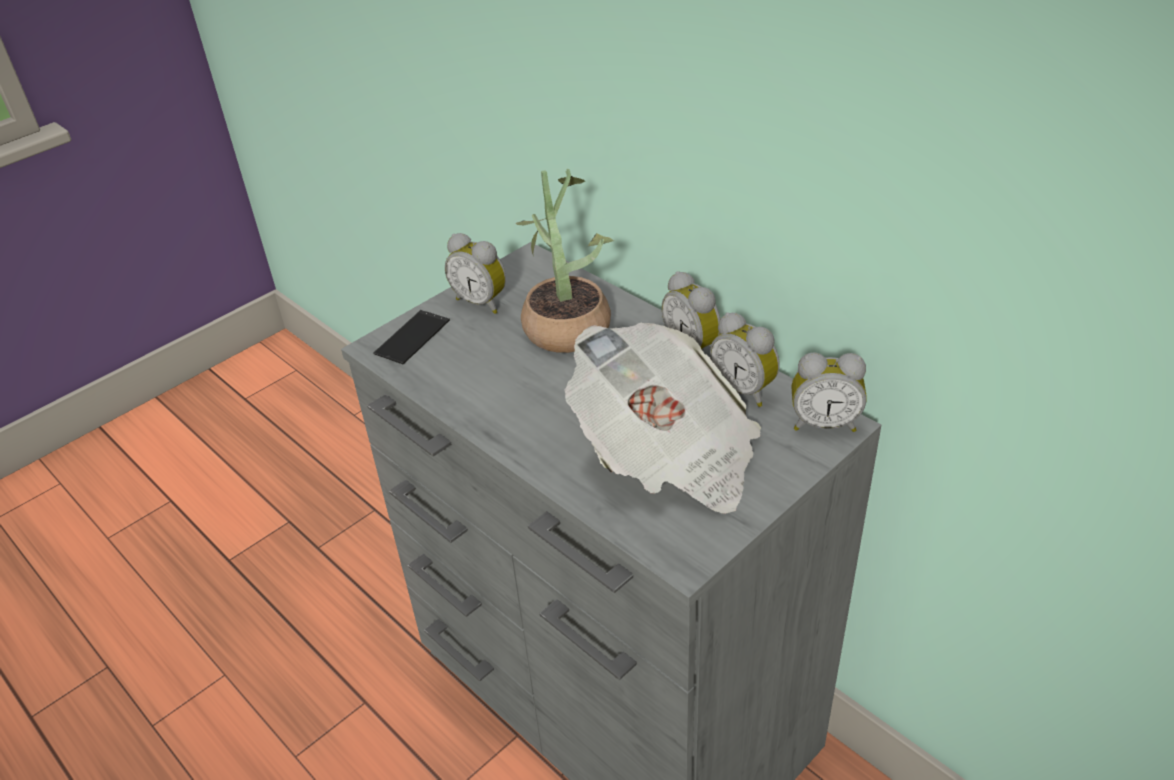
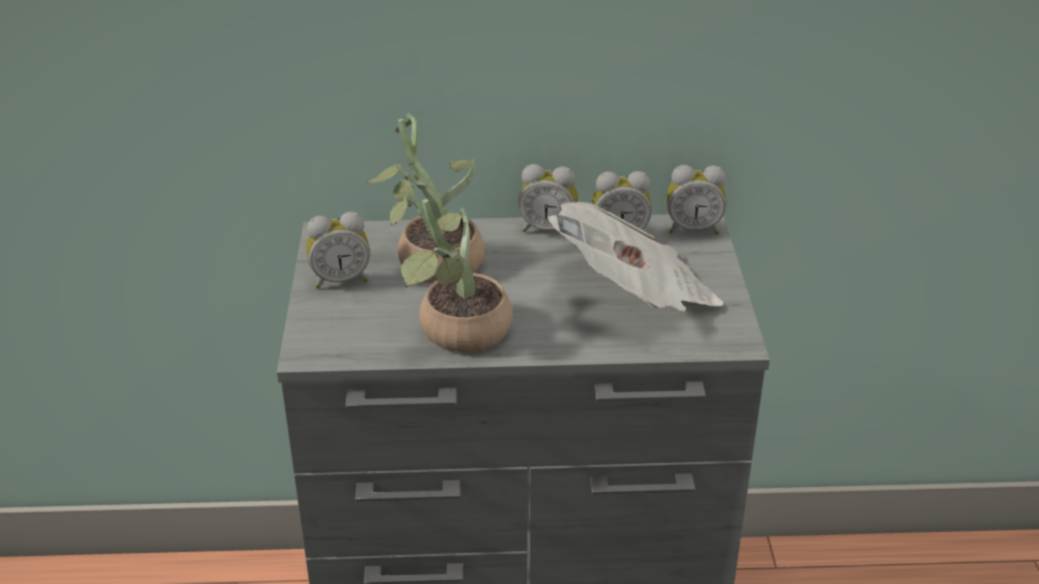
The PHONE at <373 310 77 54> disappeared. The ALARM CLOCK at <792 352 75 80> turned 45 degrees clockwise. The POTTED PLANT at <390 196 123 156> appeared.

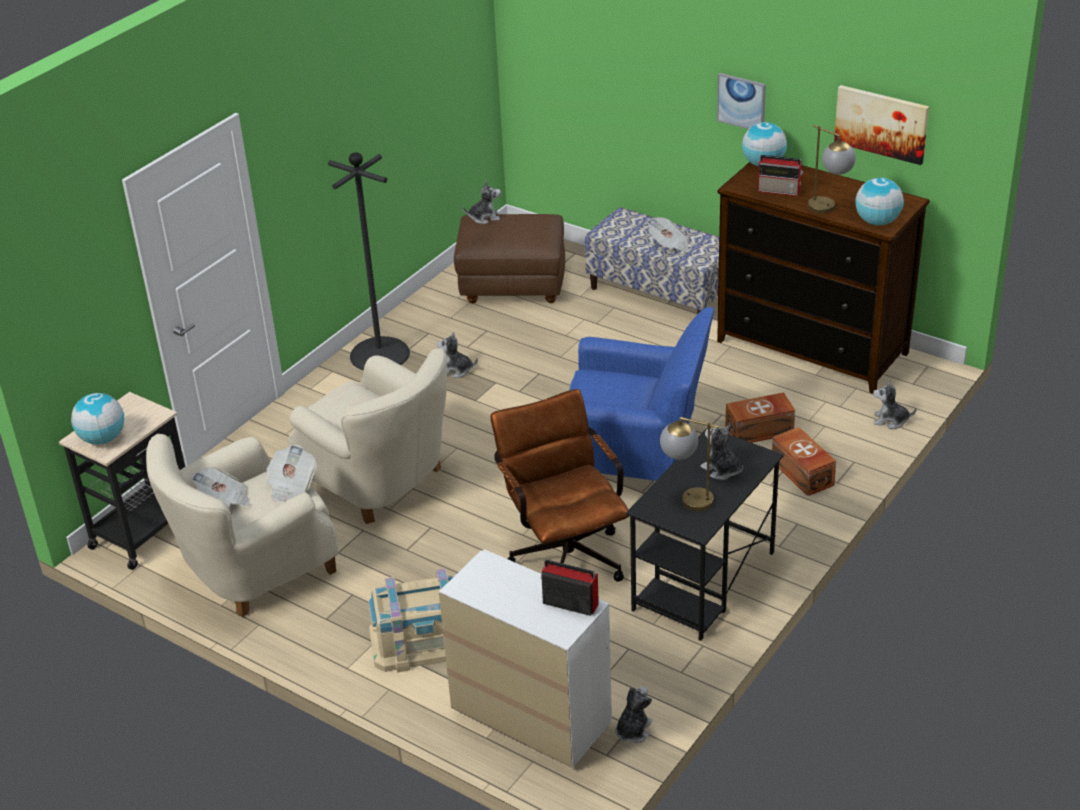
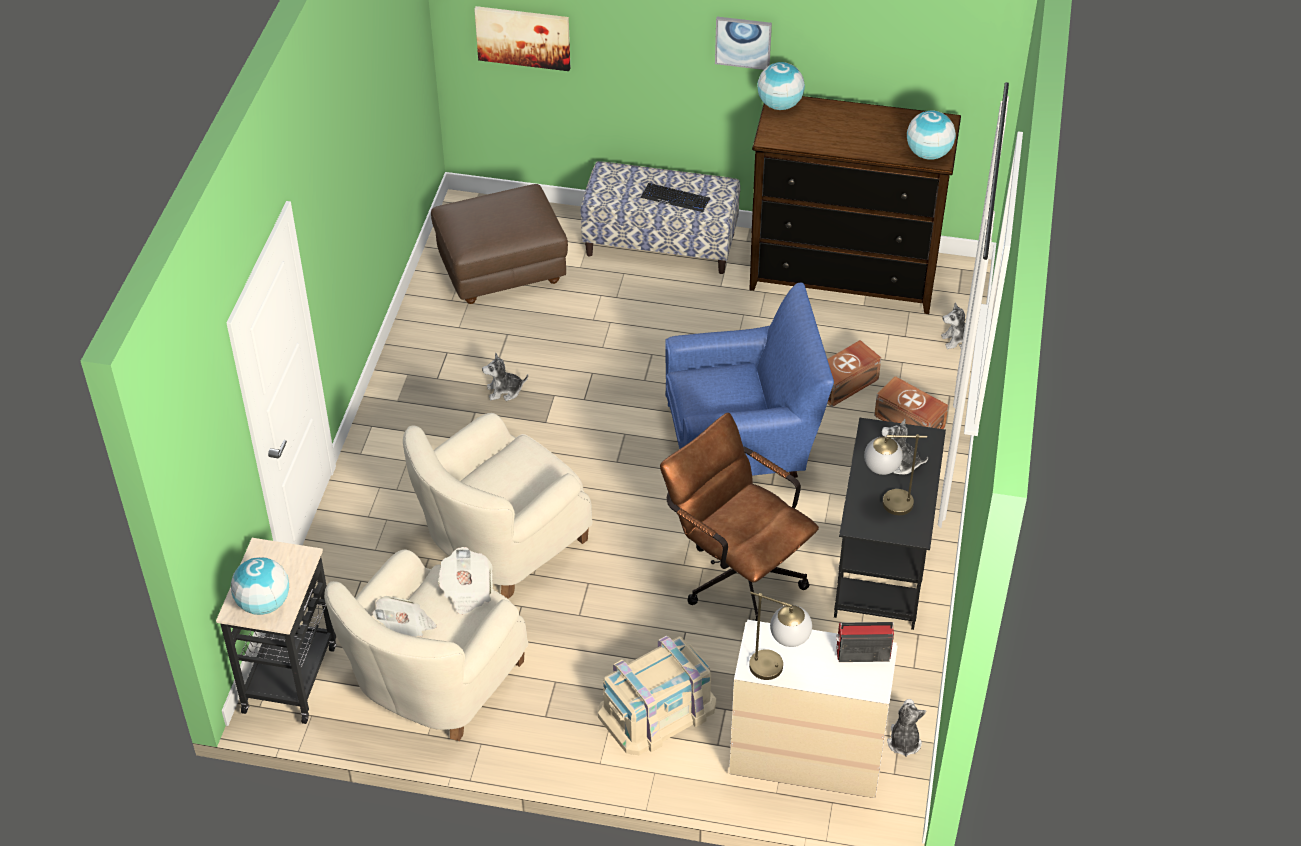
The BEIGE ARMCHAIR at <288 348 159 176> turned 120 degrees clockwise. The BLACK CLOTHES RACK at <328 152 82 218> disappeared. The PLUSH TOY at <463 181 38 43> disappeared. The NEWSPAPER at <647 217 42 36> was replaced by the KEYBOARD at <641 183 69 29>. The RADIO at <758 155 45 41> disappeared. The TABLE LAMP moved from <808 125 48 89> to <749 592 63 88>. The PICTURE moved from <834 85 95 80> to <474 6 96 65>.

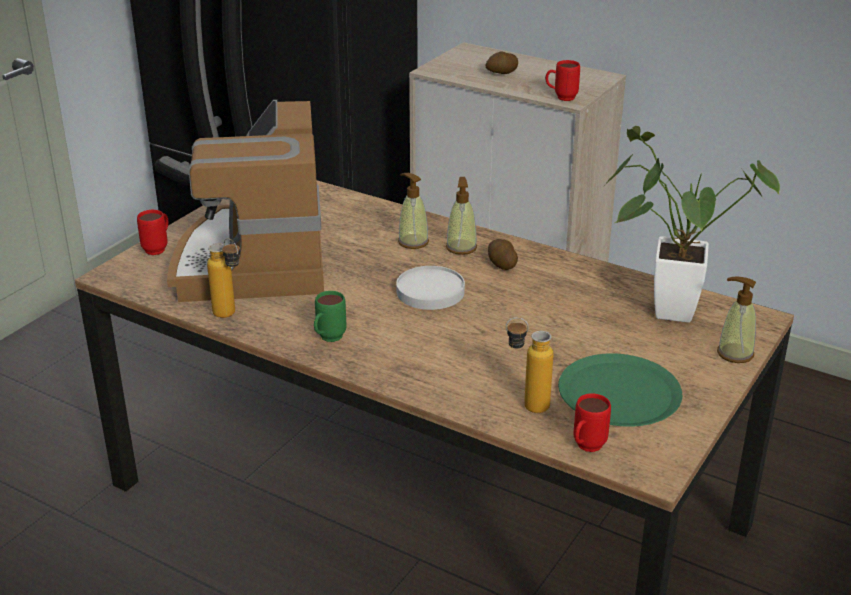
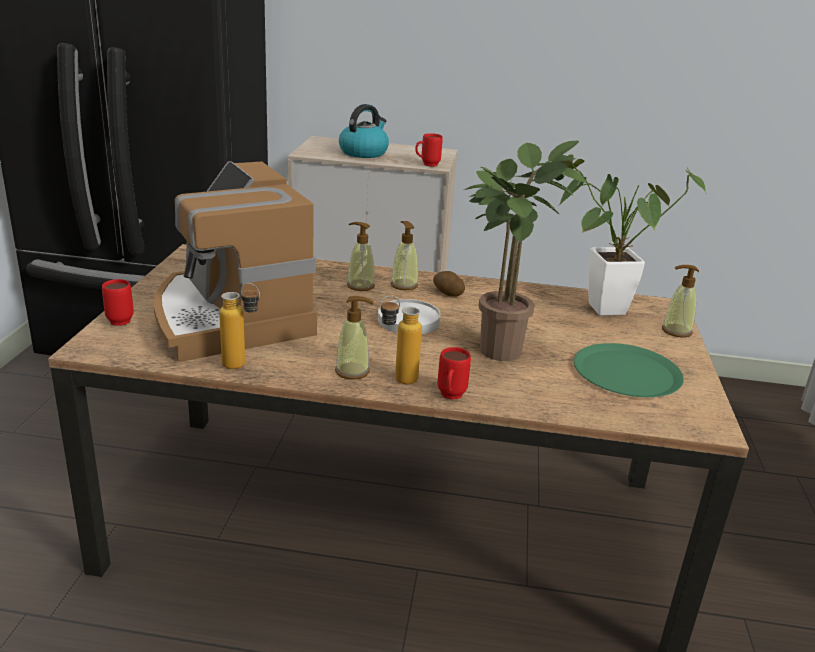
The GREEN MUG at <314 291 32 51> was replaced by the SOAP DISPENSER at <335 296 39 84>. The POTATO at <485 52 33 22> was replaced by the KETTLE at <339 104 50 54>. The BOTTLE moved from <506 317 48 96> to <380 295 42 89>. The RED MUG moved from <574 393 37 59> to <438 347 33 52>. The POTTED PLANT at <464 141 123 220> appeared.

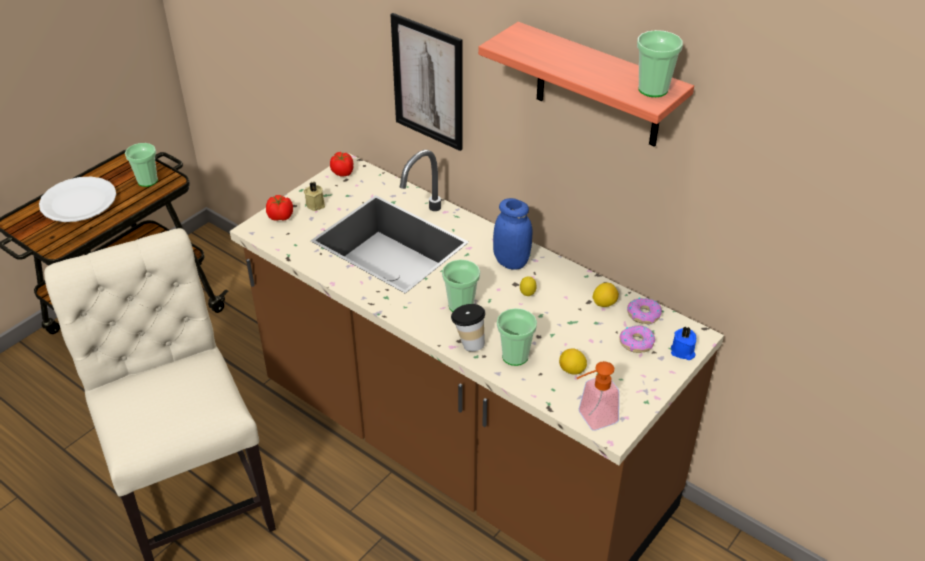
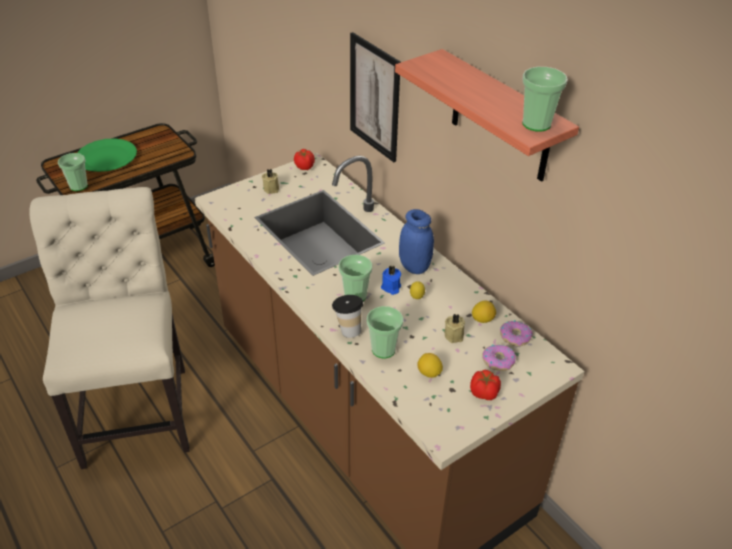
The WHITE PLATE at <39 177 77 45> became the GREEN PLATE at <77 138 60 34>. The CUP moved from <125 143 33 44> to <58 153 30 38>. The TOMATO moved from <266 195 27 26> to <470 370 31 30>. The SOAP DISPENSER at <577 361 42 70> disappeared. The BLUE CANDLE moved from <671 326 25 34> to <381 265 20 30>. The BEIGE CANDLE at <444 314 21 29> appeared.

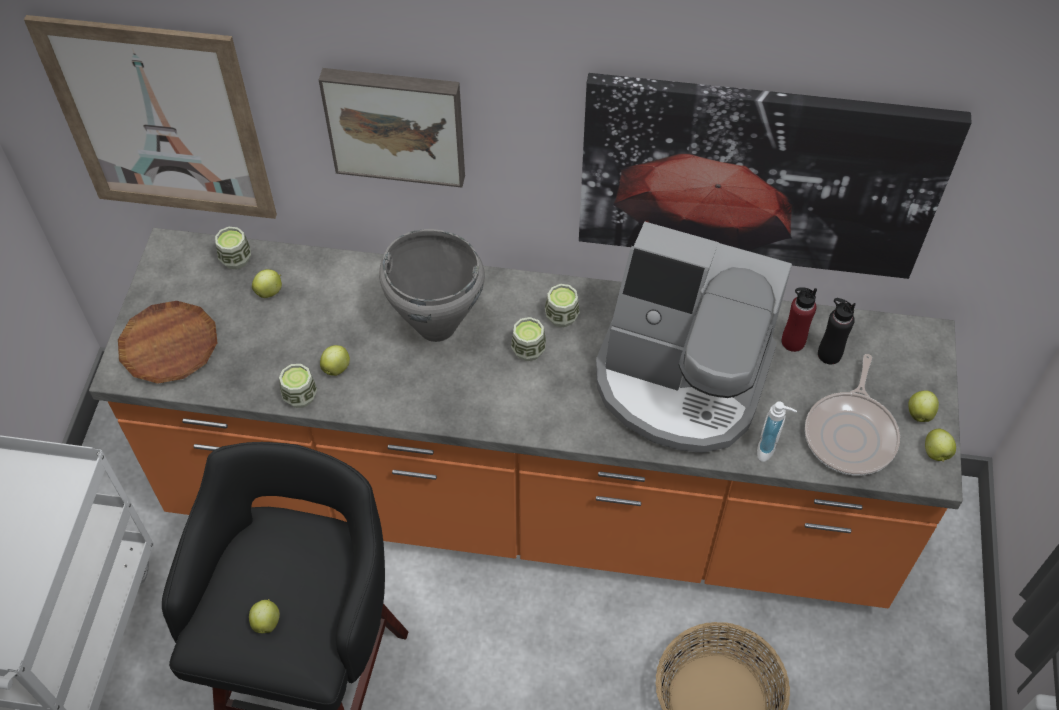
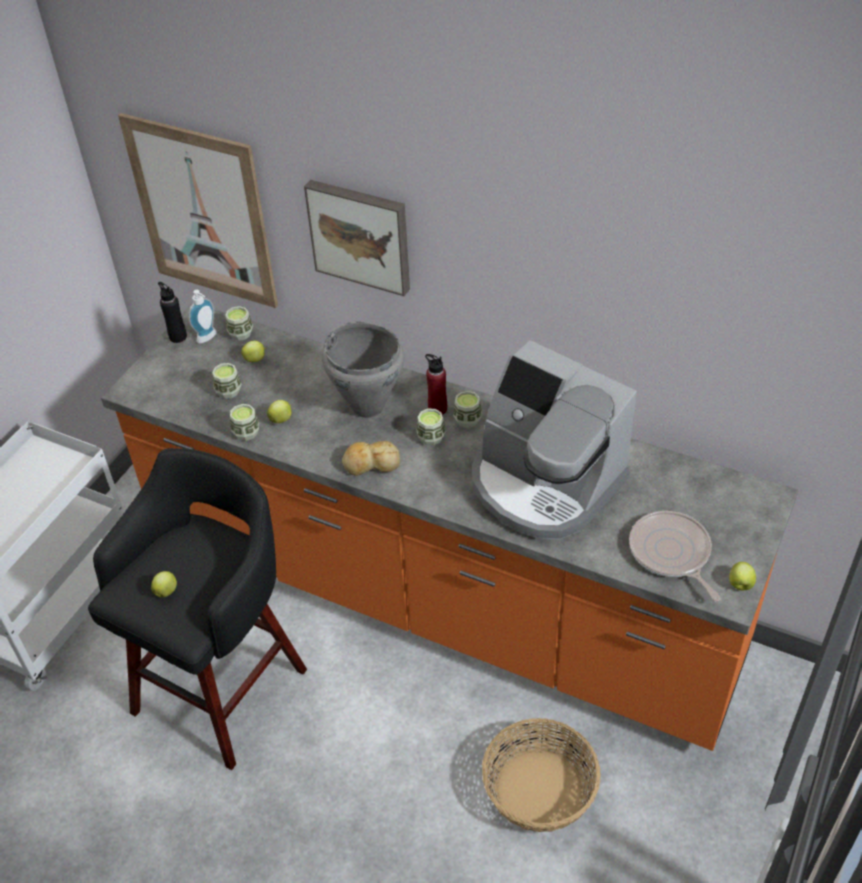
The BROWN PLATE at <118 301 99 83> disappeared. The PICTURE at <579 73 393 206> disappeared. The SOAP DISPENSER moved from <757 401 40 61> to <189 290 28 53>. The RED BOTTLE moved from <781 287 36 65> to <425 354 22 61>. The FRYING PAN at <805 354 95 121> turned 120 degrees clockwise. The BLACK BOTTLE moved from <818 298 38 66> to <158 282 29 61>. The APPLE at <908 390 31 32> disappeared. The CUP at <212 363 30 36> appeared. The BREAD at <342 441 58 35> appeared.

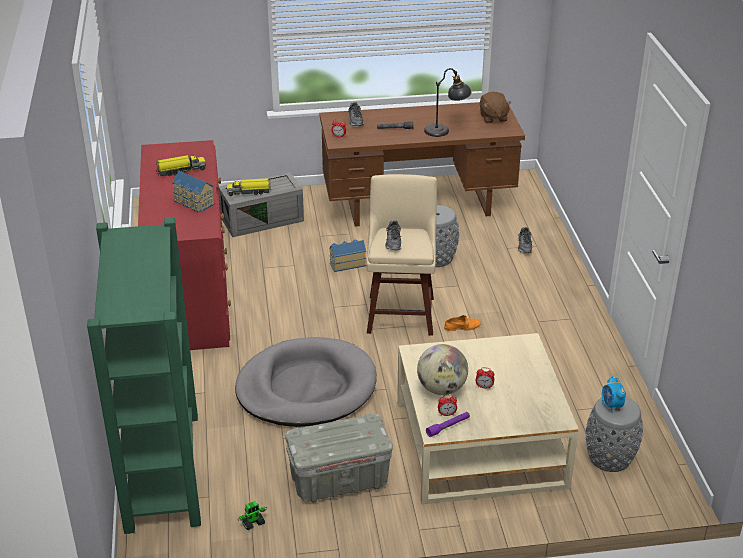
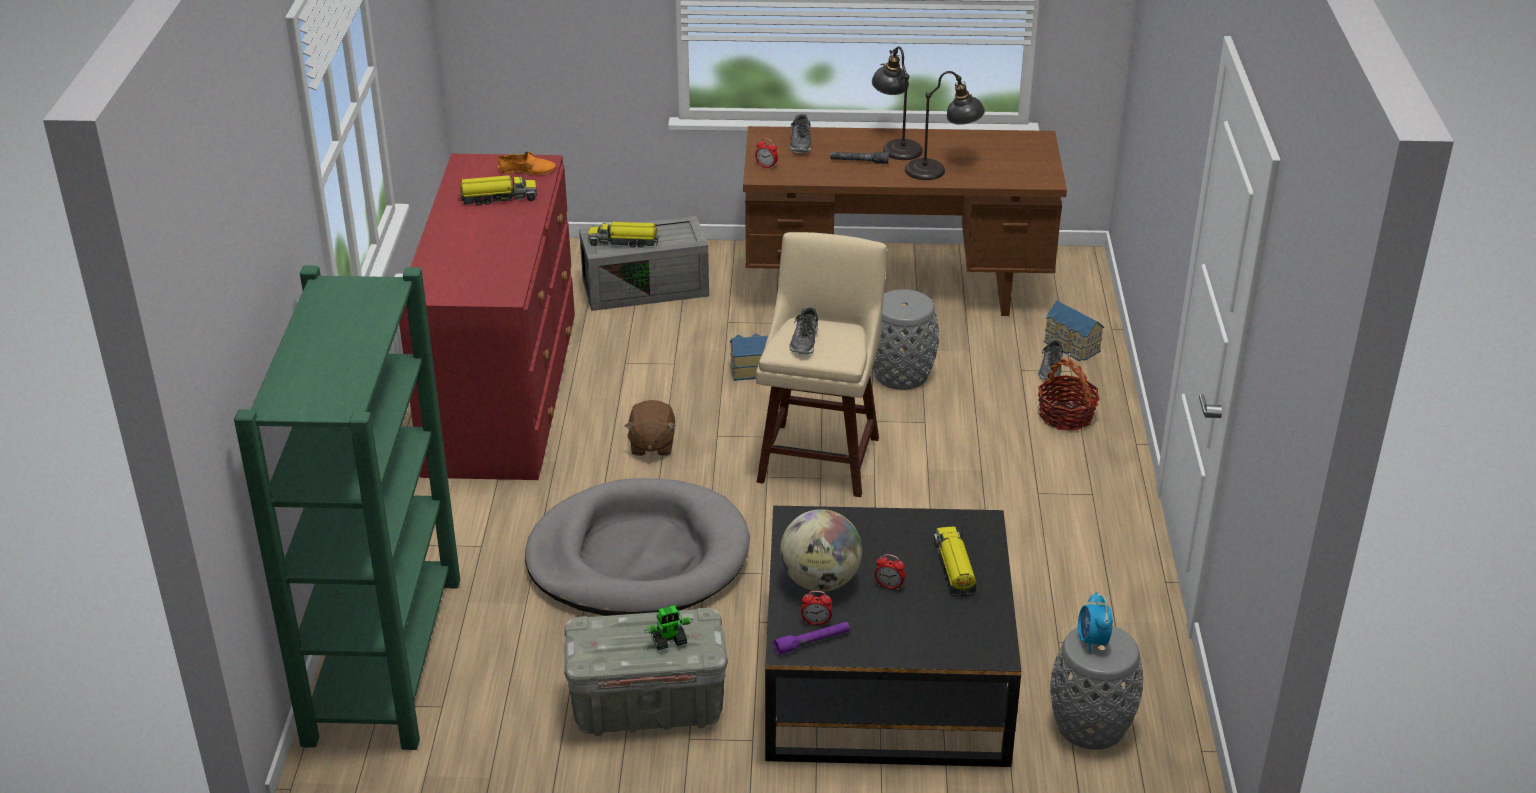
The TOY HOUSE moved from <172 171 43 41> to <1044 300 60 61>. The TOY ROBOT moved from <238 501 30 29> to <645 605 49 45>. The BEIGE COFFEE TABLE at <397 333 182 171> became the BLACK COFFEE TABLE at <765 506 256 261>. The ORANGE SHOE moved from <444 315 37 16> to <497 151 59 24>. The BROWN PLUSH TOY moved from <480 91 32 32> to <625 400 51 56>. The GREY TABLE LAMP at <872 46 51 114> appeared. The TOY TRUCK at <934 527 42 70> appeared. The BASKET at <1038 359 62 72> appeared.

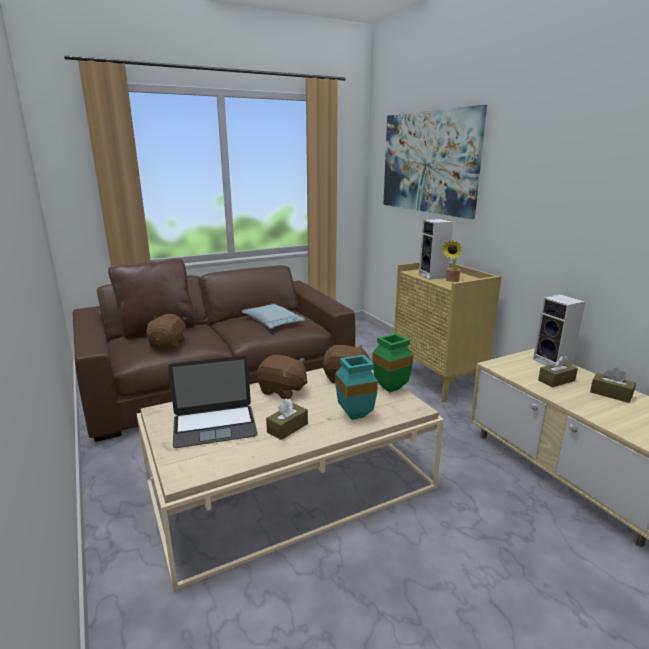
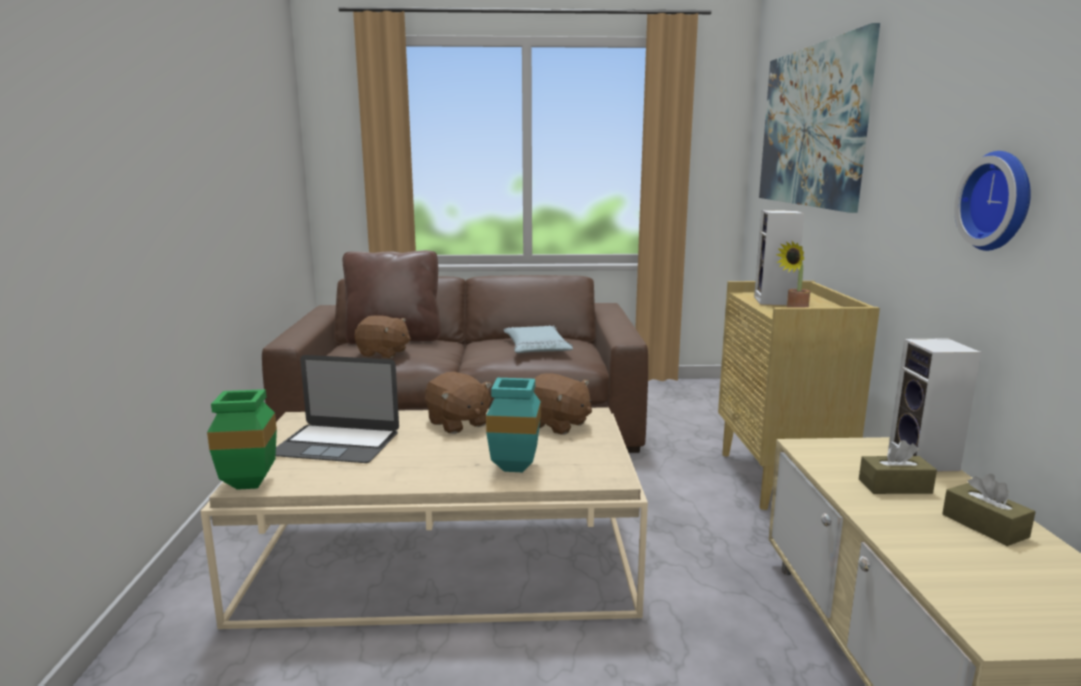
The BROWN PLUSH TOY at <146 314 40 35> turned 75 degrees clockwise. The BROWN TISSUE BOX at <266 398 42 42> disappeared. The GREEN VASE moved from <372 333 41 59> to <207 389 70 101>. The WALL CLOCK at <954 151 77 100> appeared.

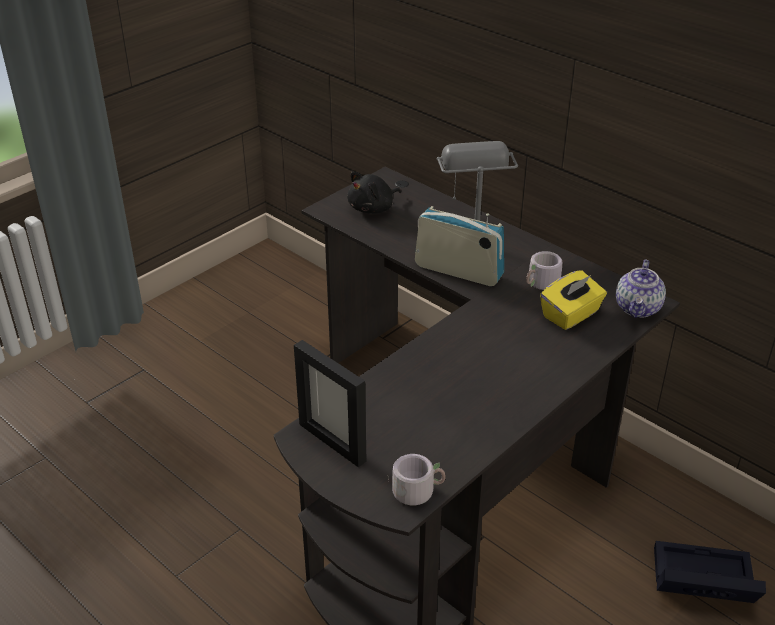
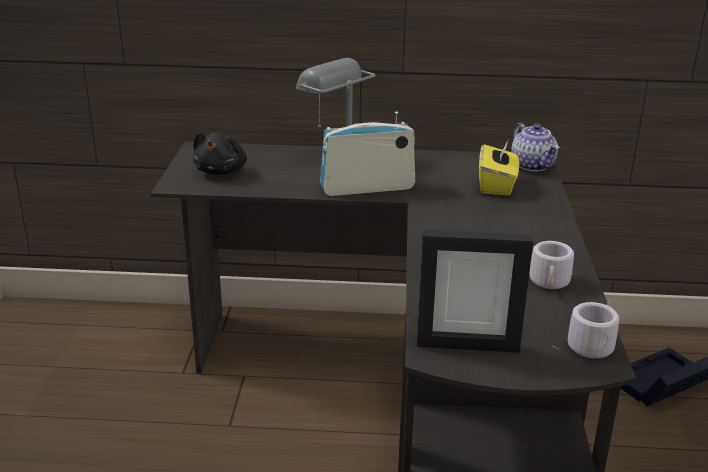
The GREY MUG moved from <526 251 36 39> to <530 241 46 48>.

